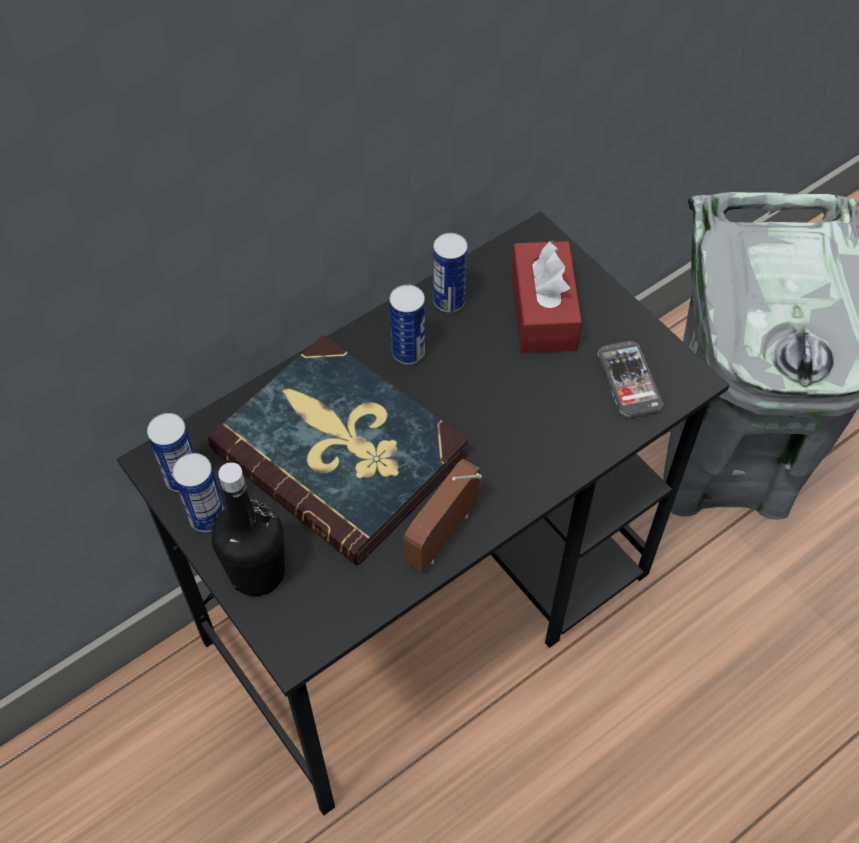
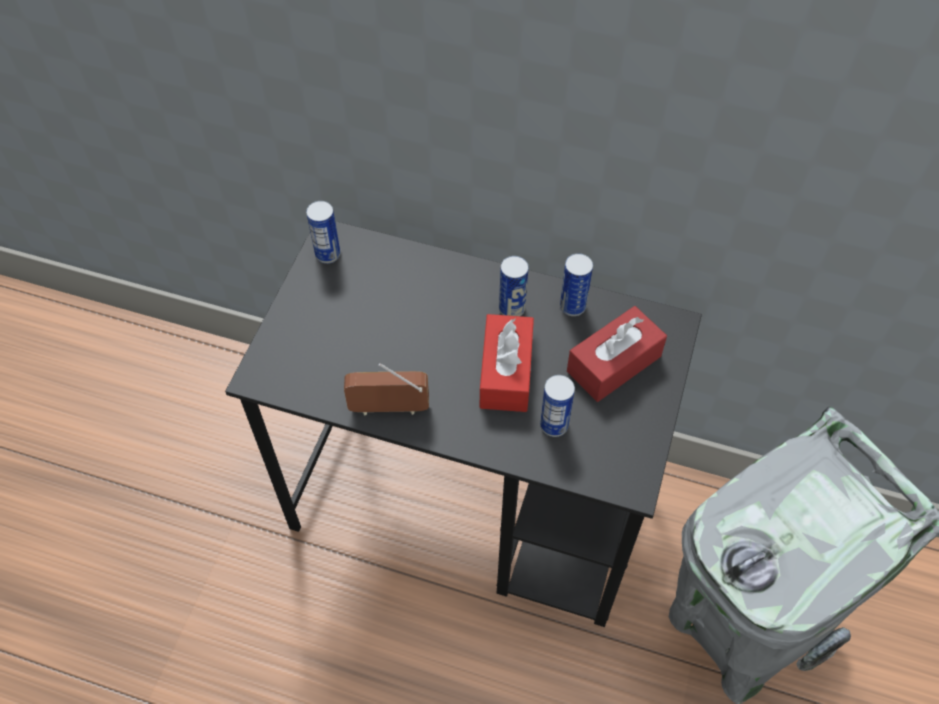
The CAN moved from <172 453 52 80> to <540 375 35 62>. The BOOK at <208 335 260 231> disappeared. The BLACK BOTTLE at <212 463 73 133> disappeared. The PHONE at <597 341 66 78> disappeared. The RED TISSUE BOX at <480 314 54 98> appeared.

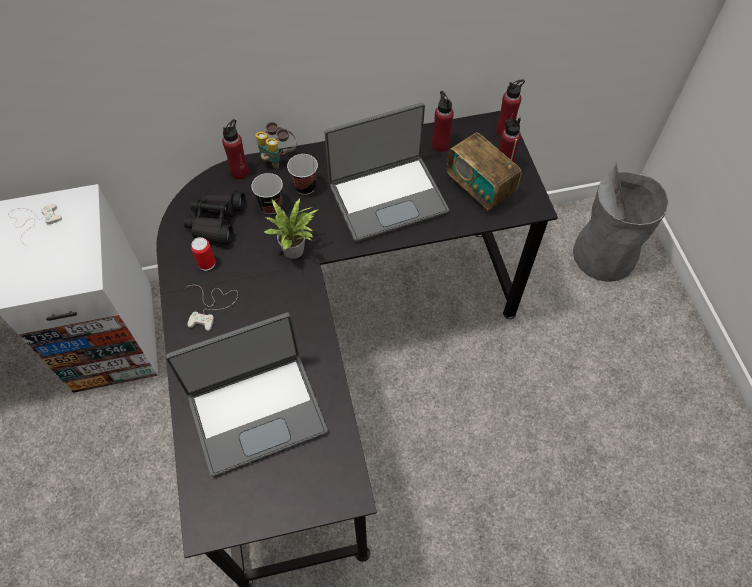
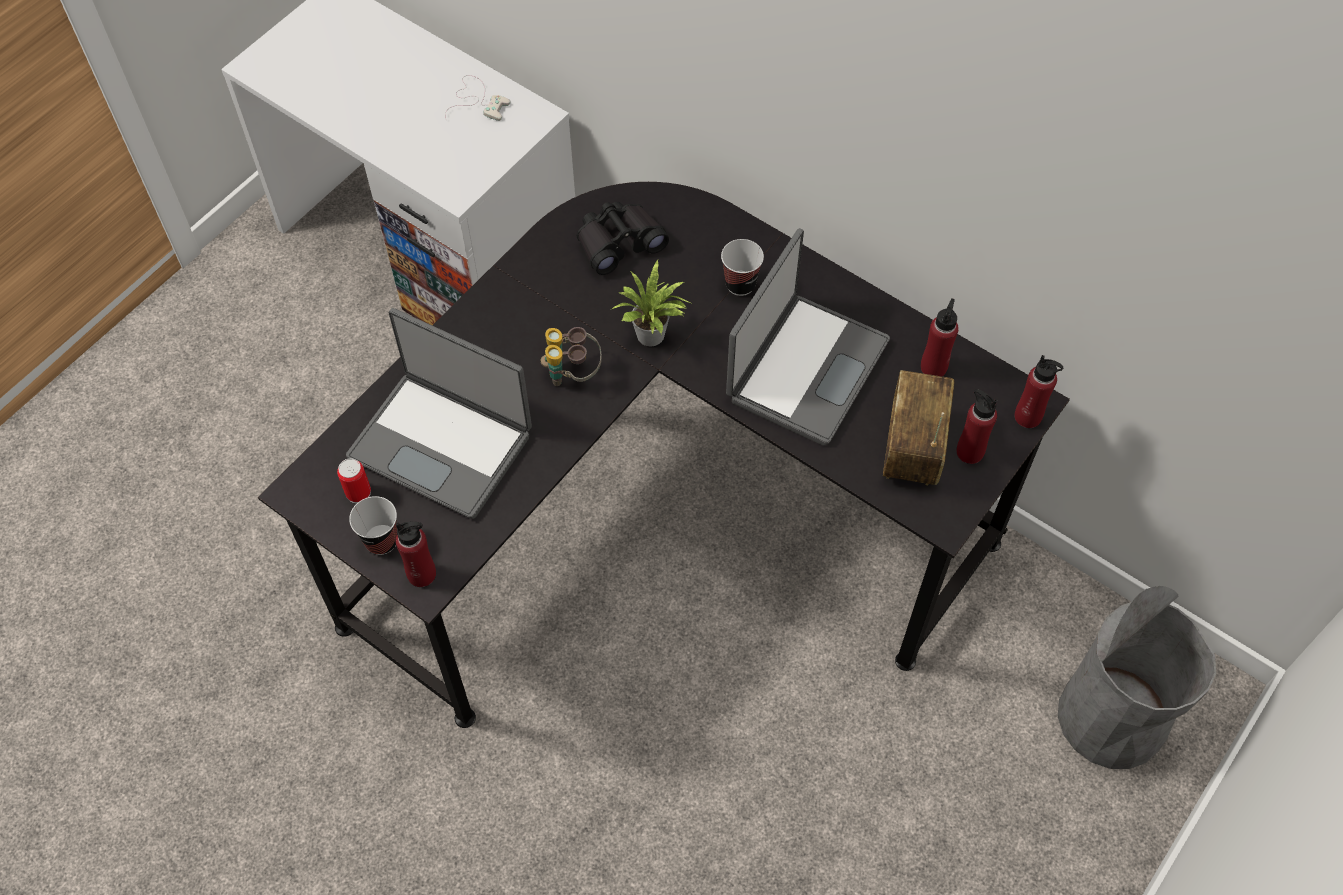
The WHITE GAME CONTROLLER at <187 285 51 46> disappeared. The CAN moved from <191 237 24 34> to <337 458 34 46>. The RED BOTTLE moved from <222 119 27 61> to <395 522 41 65>. The CUP moved from <251 173 32 41> to <349 496 48 59>. The BINOCULARS moved from <255 122 42 47> to <540 327 62 59>. The LAPTOP at <324 103 125 139> turned 90 degrees counterclockwise.

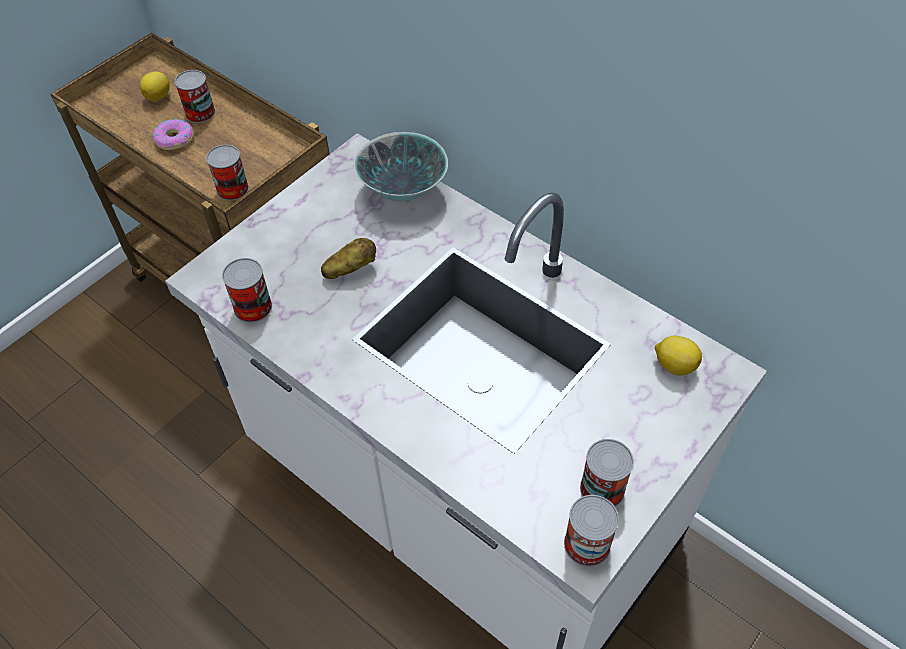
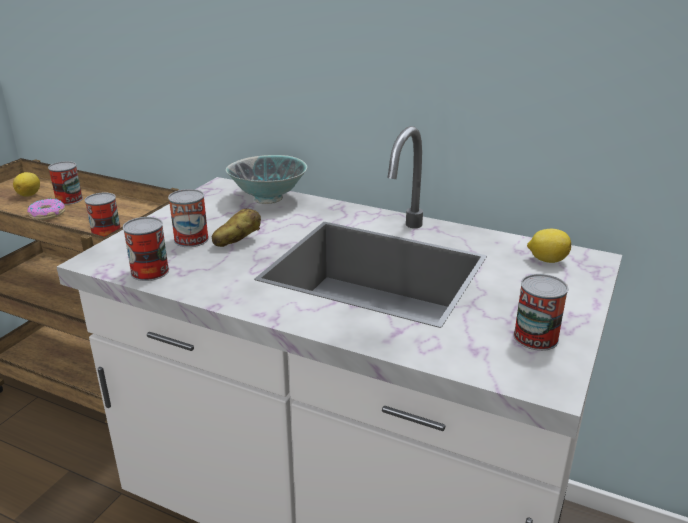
The CAN moved from <564 495 55 72> to <168 189 41 58>.

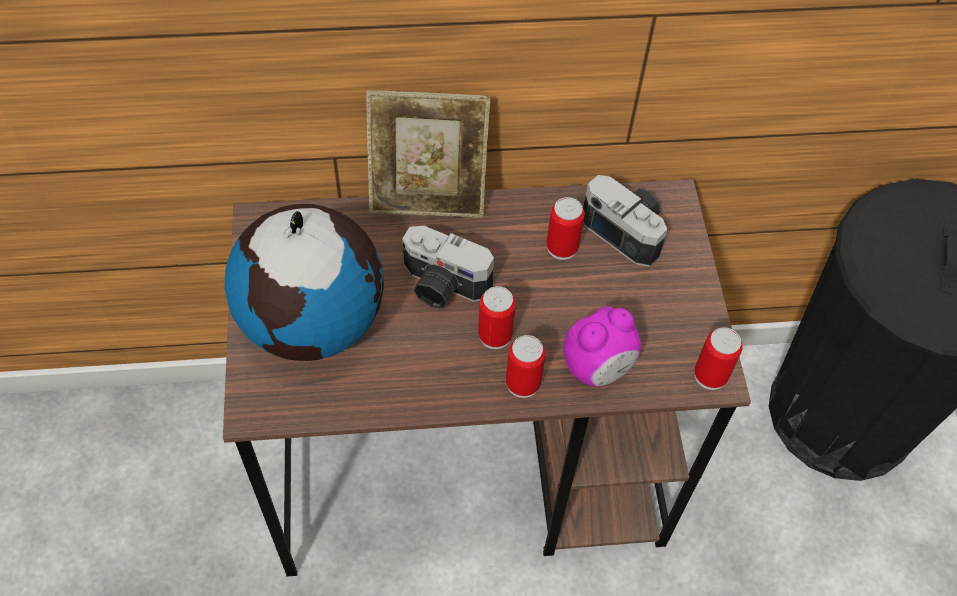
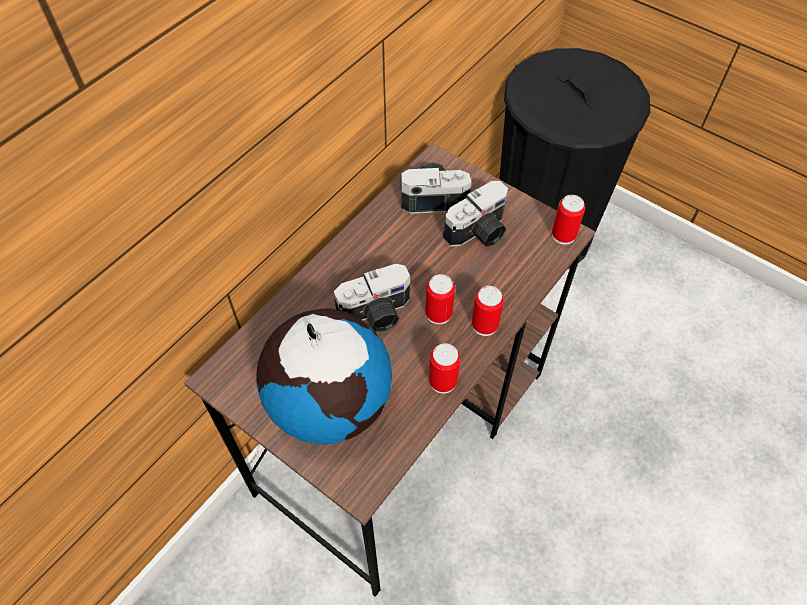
The PICTURE FRAME at <366 90 124 128> disappeared. The CAN moved from <546 197 39 63> to <429 343 31 51>. The ALARM CLOCK at <564 306 77 81> disappeared. The PHOTO CAMERA at <443 181 65 66> appeared.

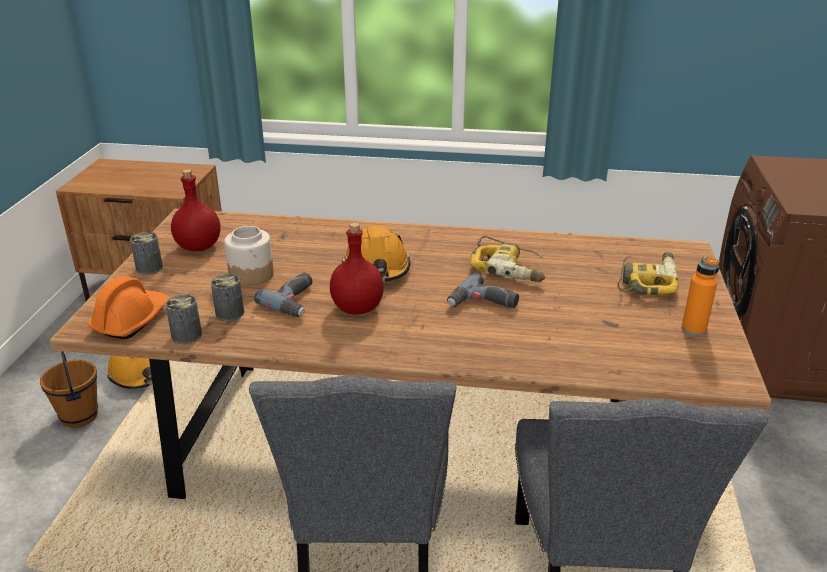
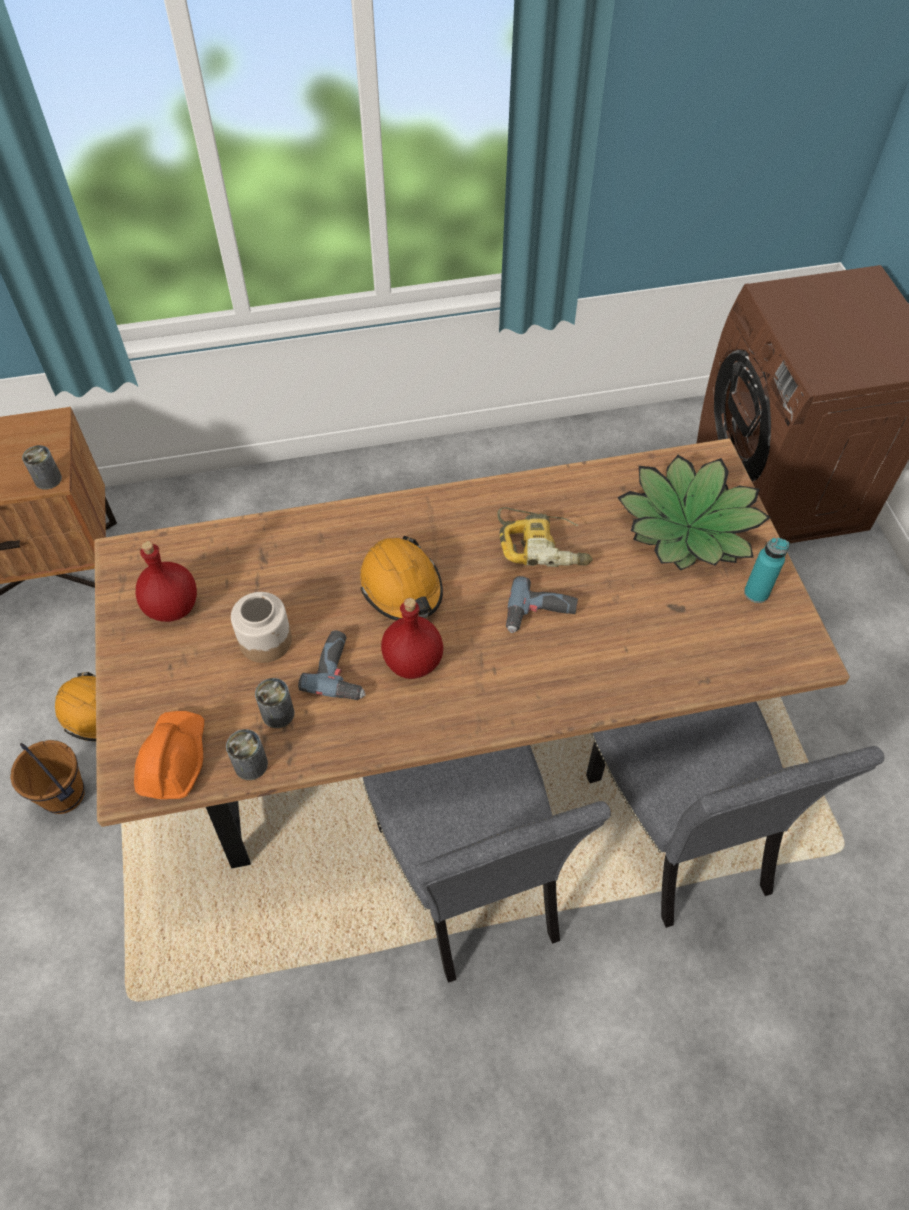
The CAN moved from <130 232 33 43> to <22 445 40 45>. The POWER DRILL at <617 252 62 43> was replaced by the POTTED PLANT at <617 455 154 116>. The ORANGE BOTTLE at <681 256 39 80> became the TURQUOISE BOTTLE at <744 538 45 65>.

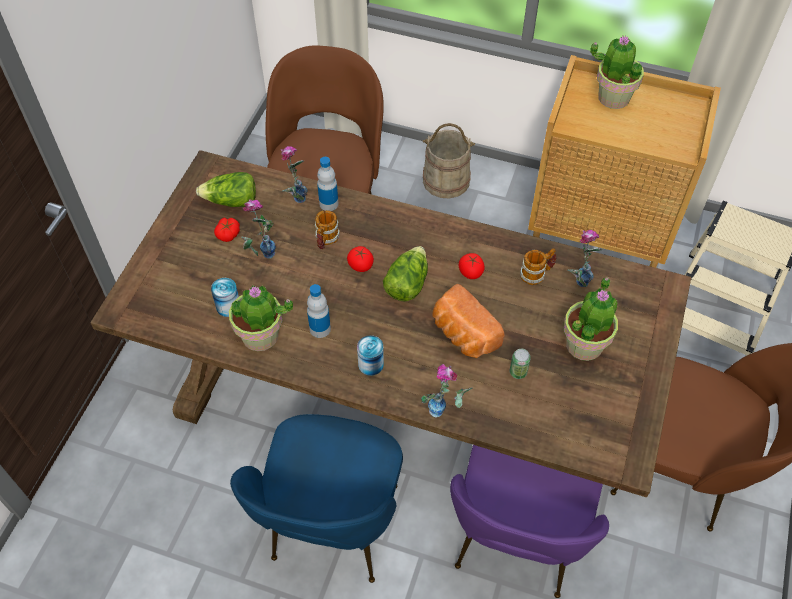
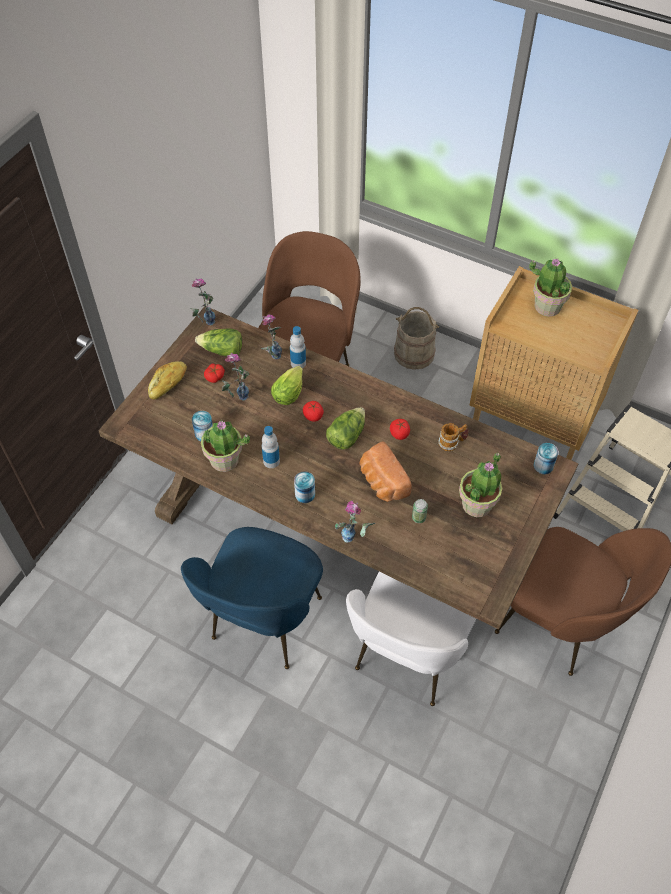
The MUG at <315 210 25 39> was replaced by the LETTUCE at <271 366 32 39>. The PURPLE CHAIR at <450 445 159 153> became the WHITE CHAIR at <346 572 130 134>. The VASE moved from <568 229 35 58> to <190 278 26 47>. The BREAD at <148 361 39 38> appeared. The CAN at <534 443 25 31> appeared.

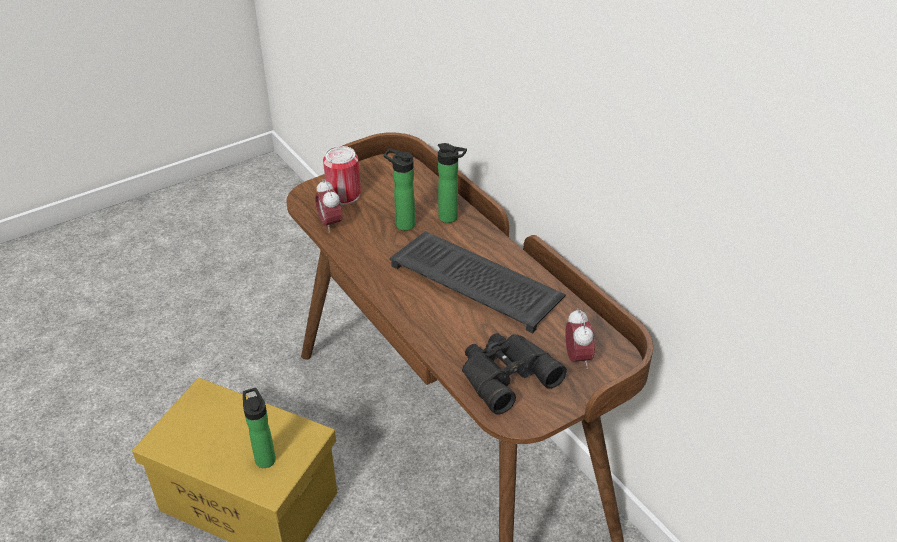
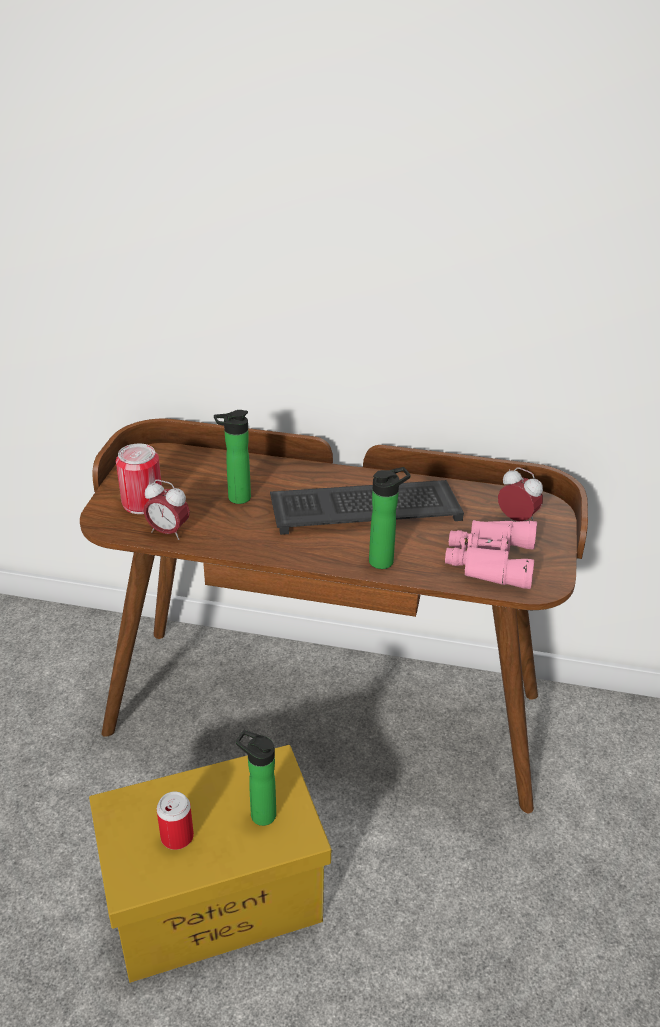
The BOTTLE moved from <438 143 29 80> to <369 467 42 102>. The BLACK BINOCULARS at <462 333 105 82> became the PINK BINOCULARS at <445 520 92 69>. The CAN at <157 791 37 59> appeared.

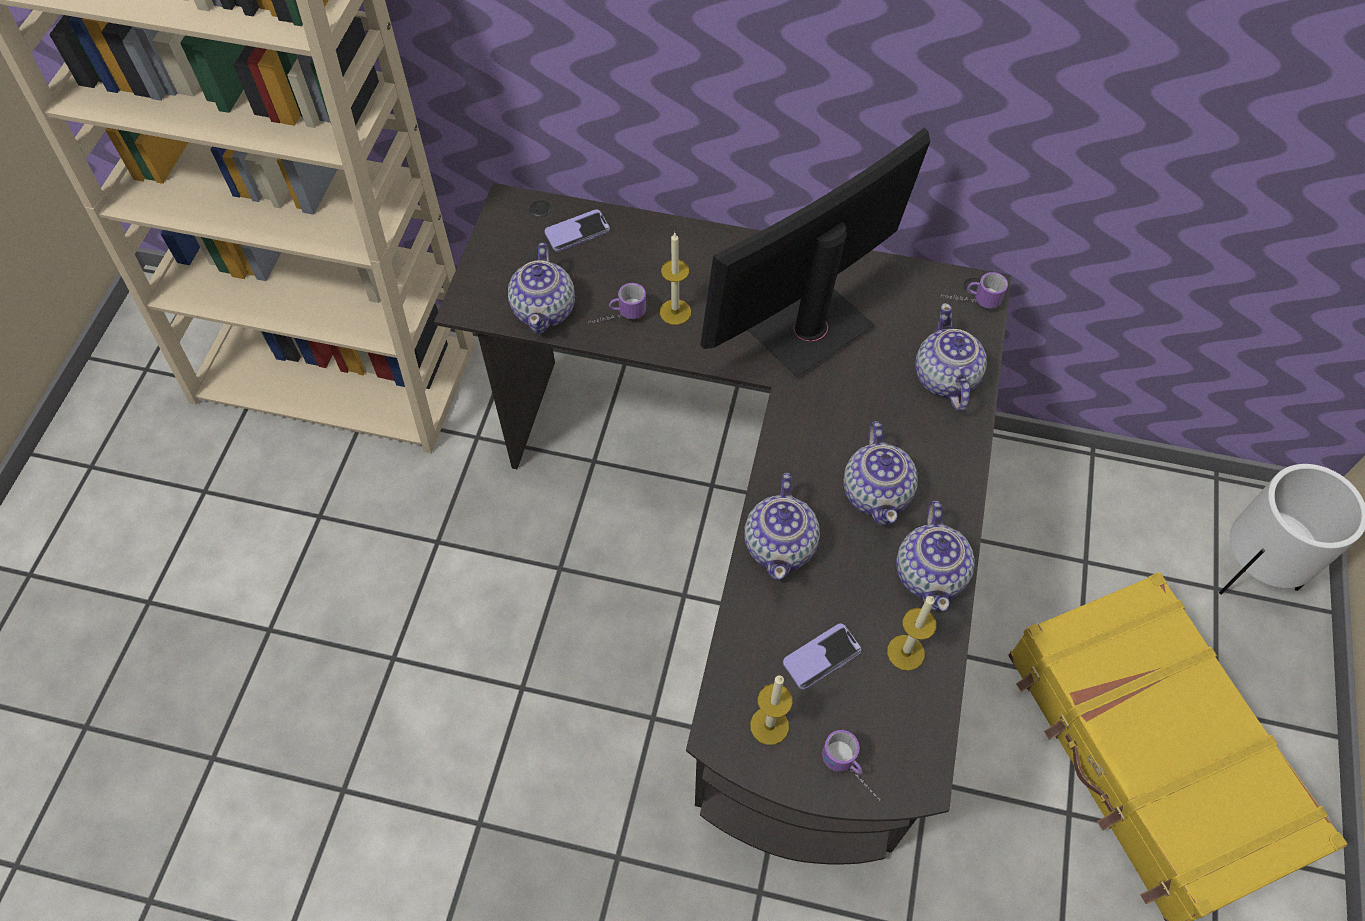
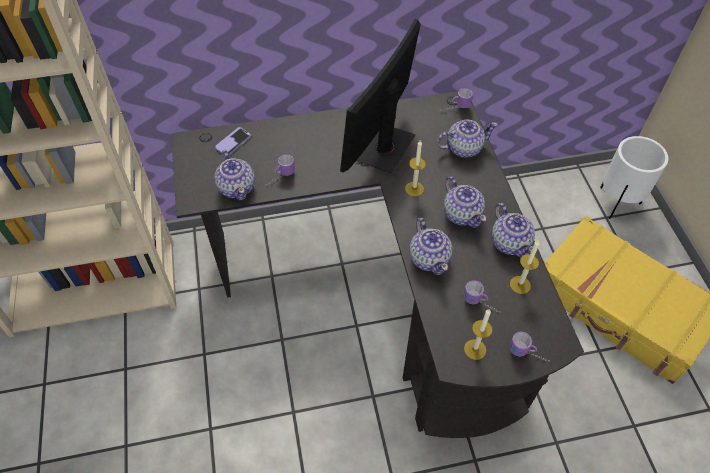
The CANDLE moved from <660 233 31 92> to <405 140 21 56>. The PHONE at <783 624 78 66> was replaced by the MUG at <463 280 37 32>. The TEAPOT at <915 303 72 108> turned 105 degrees clockwise.

